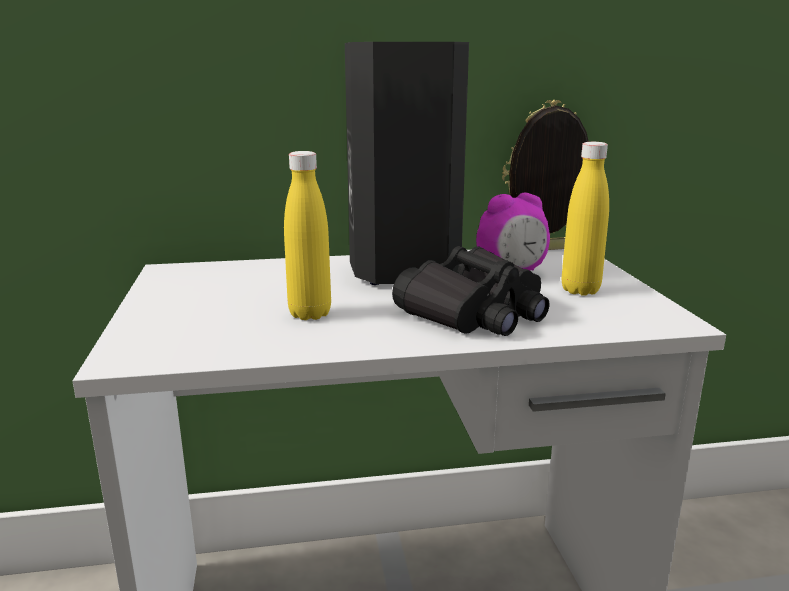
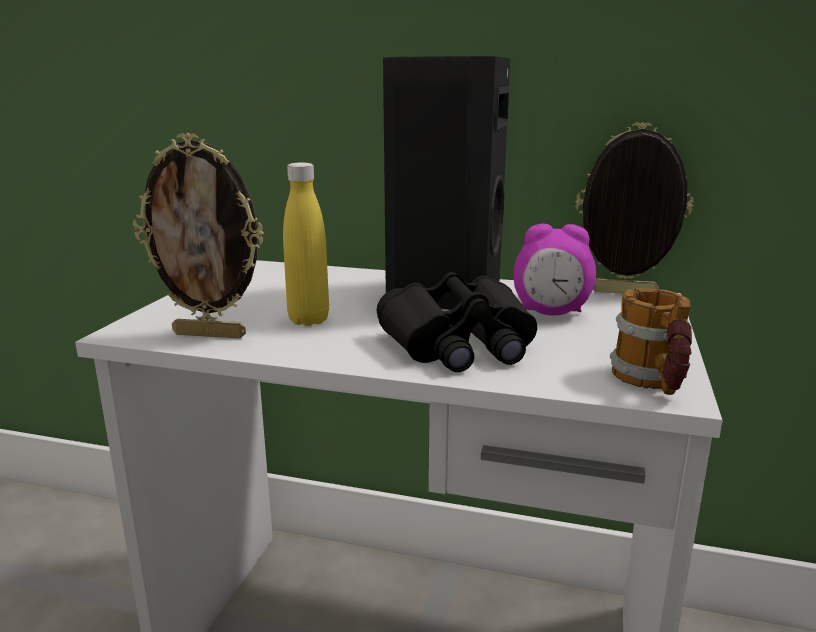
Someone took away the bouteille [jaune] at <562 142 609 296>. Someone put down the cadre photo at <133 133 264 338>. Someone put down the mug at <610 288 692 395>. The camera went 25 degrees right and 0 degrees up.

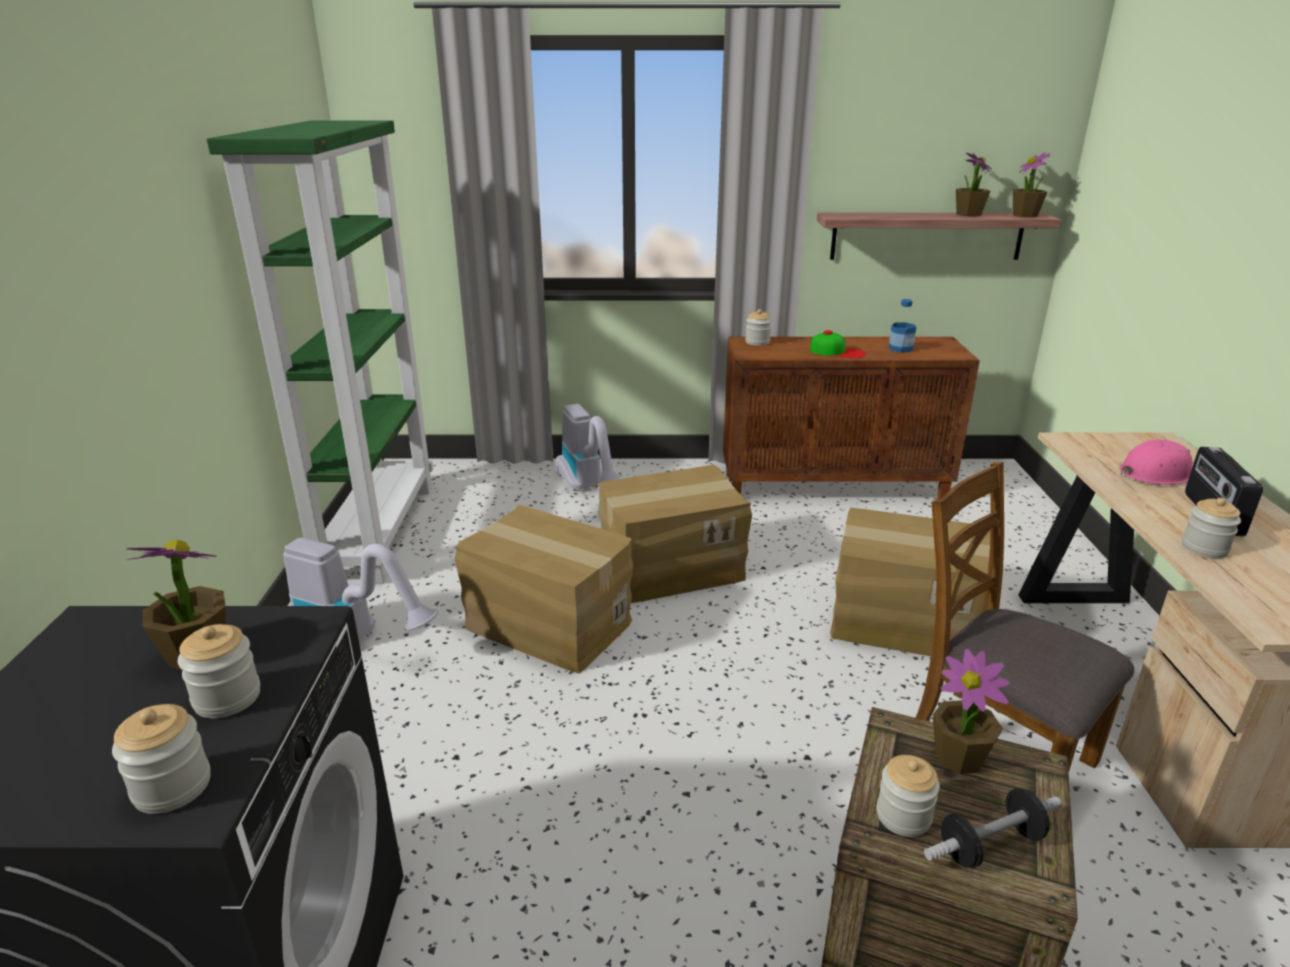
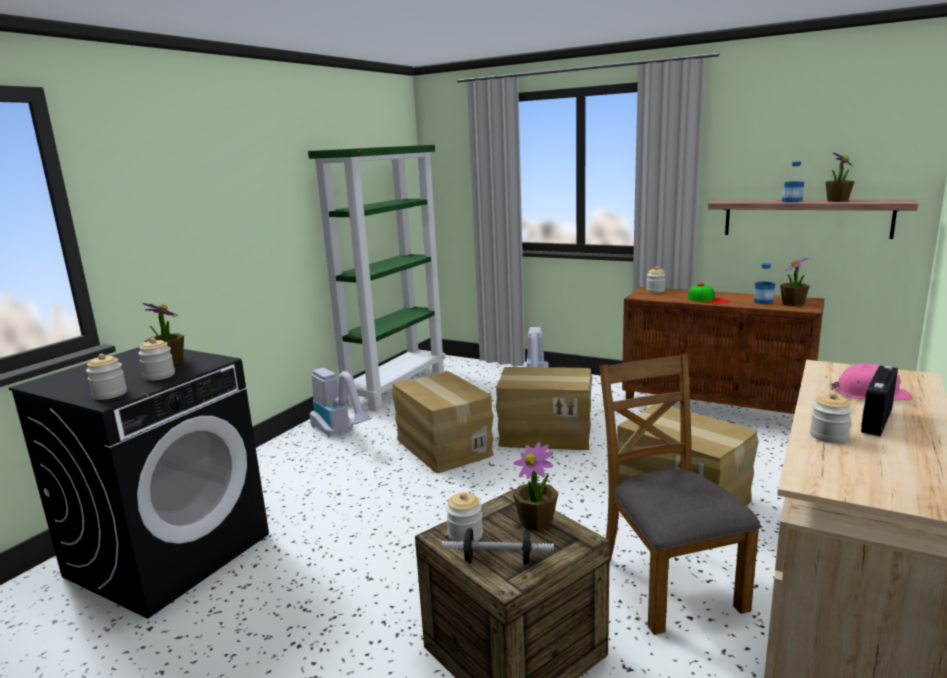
Someone put down the bouteille at <782 161 804 202>. Someone carried the plante en pot from <1013 152 1051 218> to <780 257 810 306>. The camera went 30 degrees right and 10 degrees down.

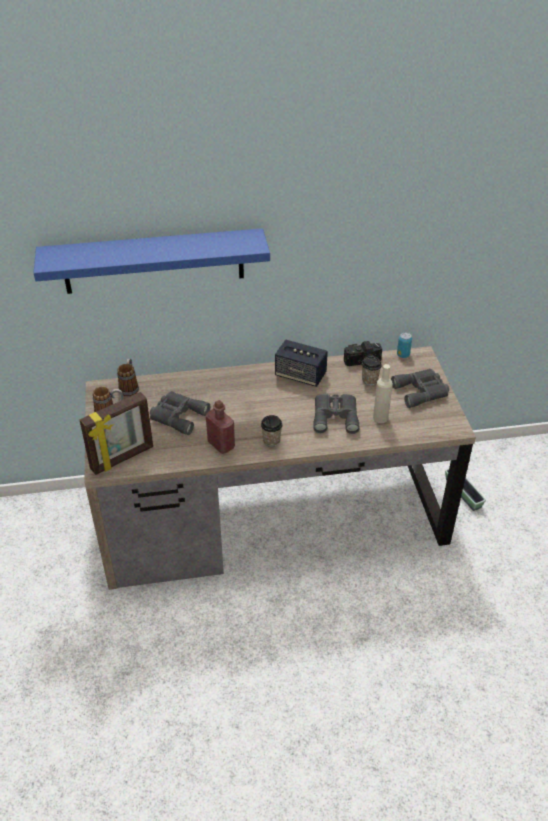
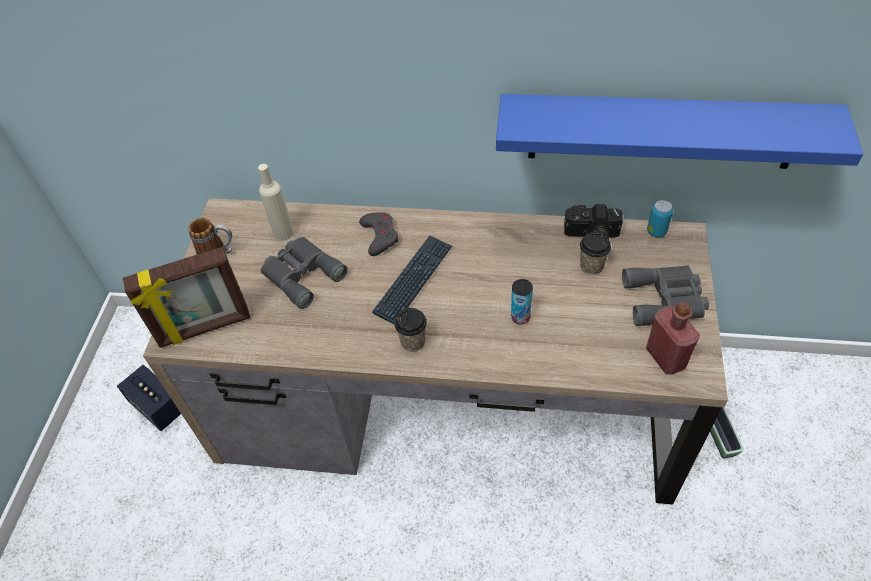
Someone took away the mug at <117 359 139 397>. Someone put down the manette [gris] at <359 212 398 256>. Someone put down the clavier at <372 235 452 324>. Someone carried the étagère [bleu] from <34 228 270 294> to <496 94 863 169>. Someone carried the bouteille [rouge] from <206 400 235 454> to <646 302 700 375>. Someone carried the enceinte from <275 340 328 387> to <117 365 181 431>. Someone carried the bouteille [beige] from <373 364 393 423> to <258 164 294 240>. Someone swapped the jumelles [gris] at <313 394 360 434> for the boîte métallique at <511 279 533 324>. The camera went 20 degrees right and 10 degrees up.

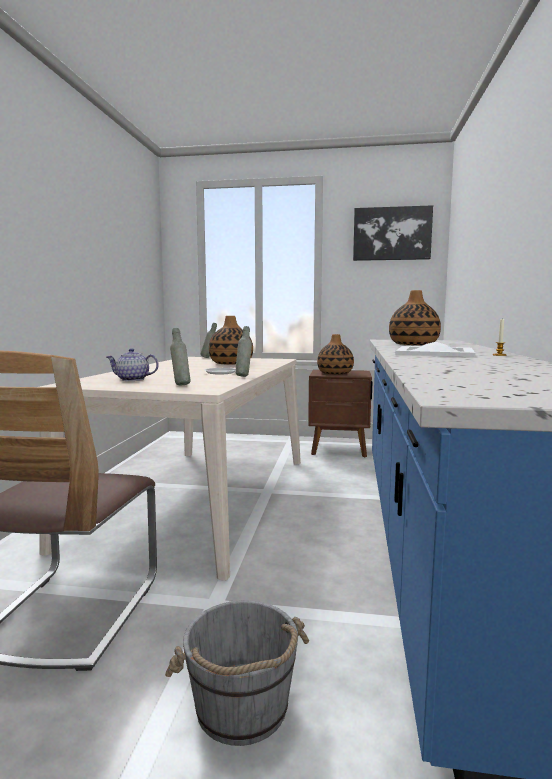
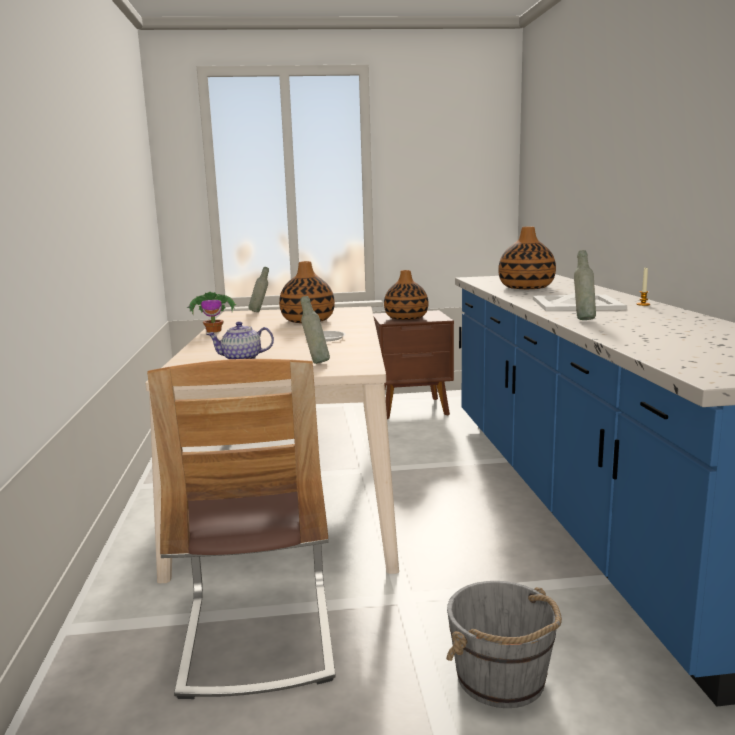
Someone took away the tableau at <353 205 433 261>. Someone put down the plante en pot at <187 292 236 333>. Someone carried the bouteille [gris] from <235 326 252 377> to <574 250 596 320>. The camera went 15 degrees left and 5 degrees up.

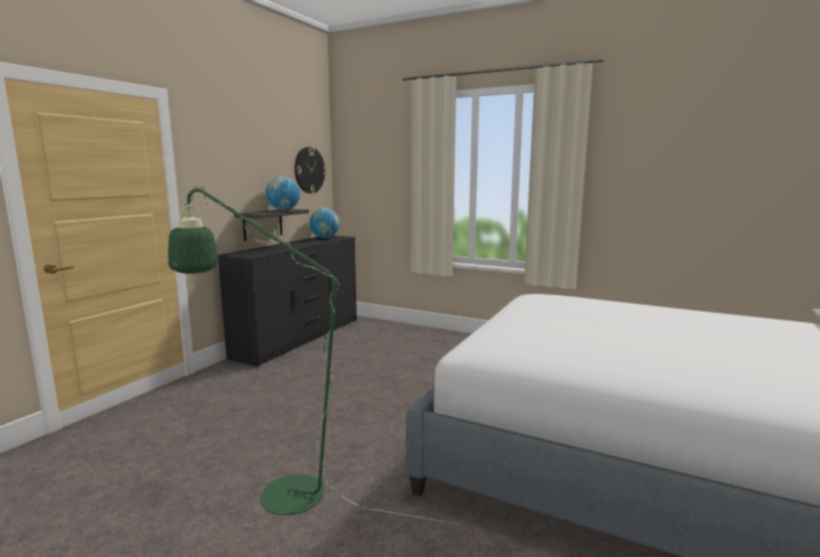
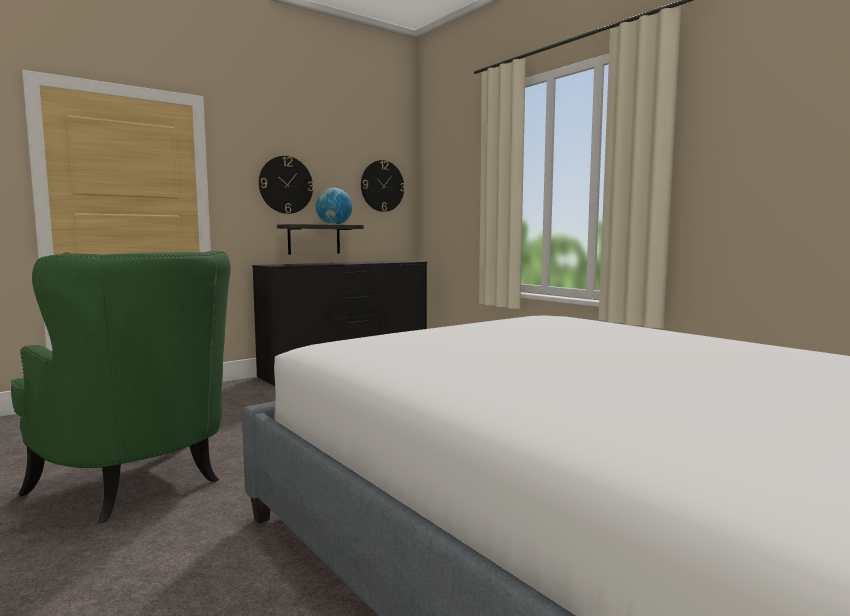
Someone took away the globe at <309 208 340 238>. Someone put up the horloge murale at <259 156 313 214>. Someone swapped the lampadaire [vert] at <168 186 464 526> for the fauteuil [vert] at <11 251 231 523>. The camera went 25 degrees right and 5 degrees down.

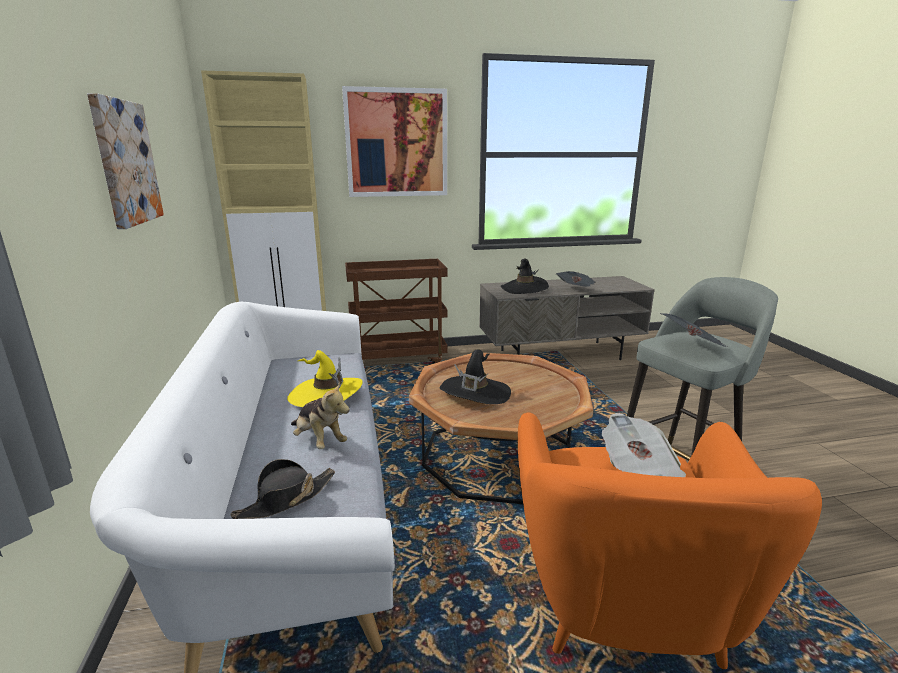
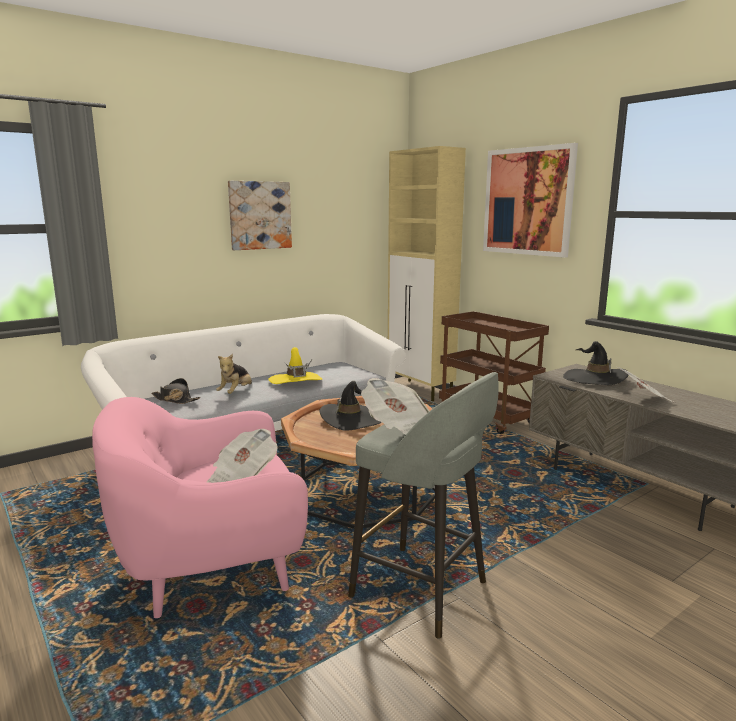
Someone repainted the fauteuil [orange] at <518 412 822 669>, which became the fauteuil [rose] at <92 397 308 618>. The camera went 65 degrees right and 5 degrees down.

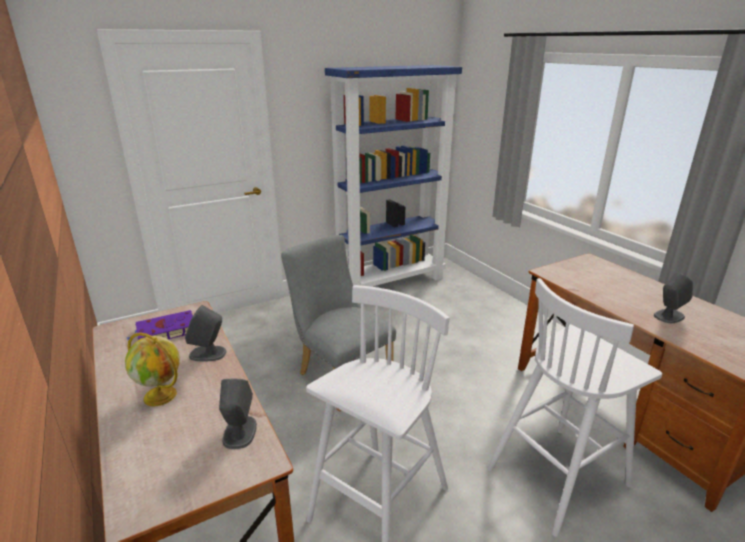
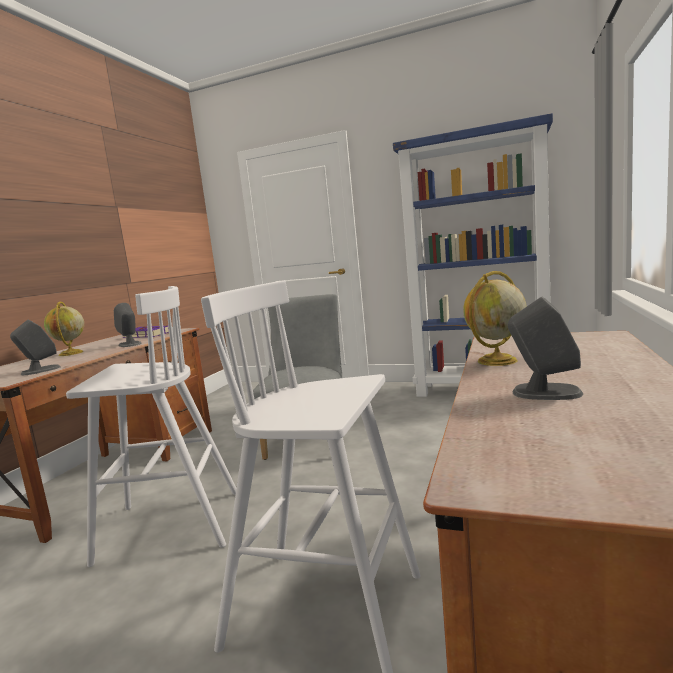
Someone put down the globe at <463 271 527 366>. The camera went 50 degrees right and 15 degrees down.

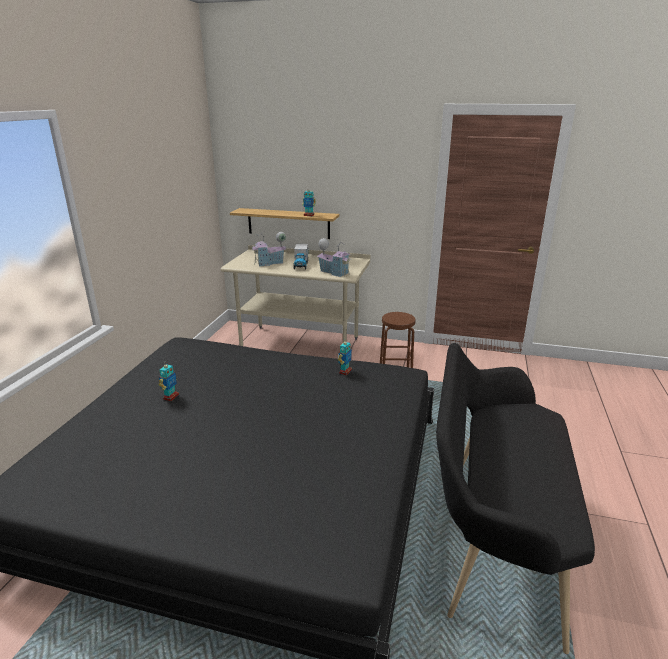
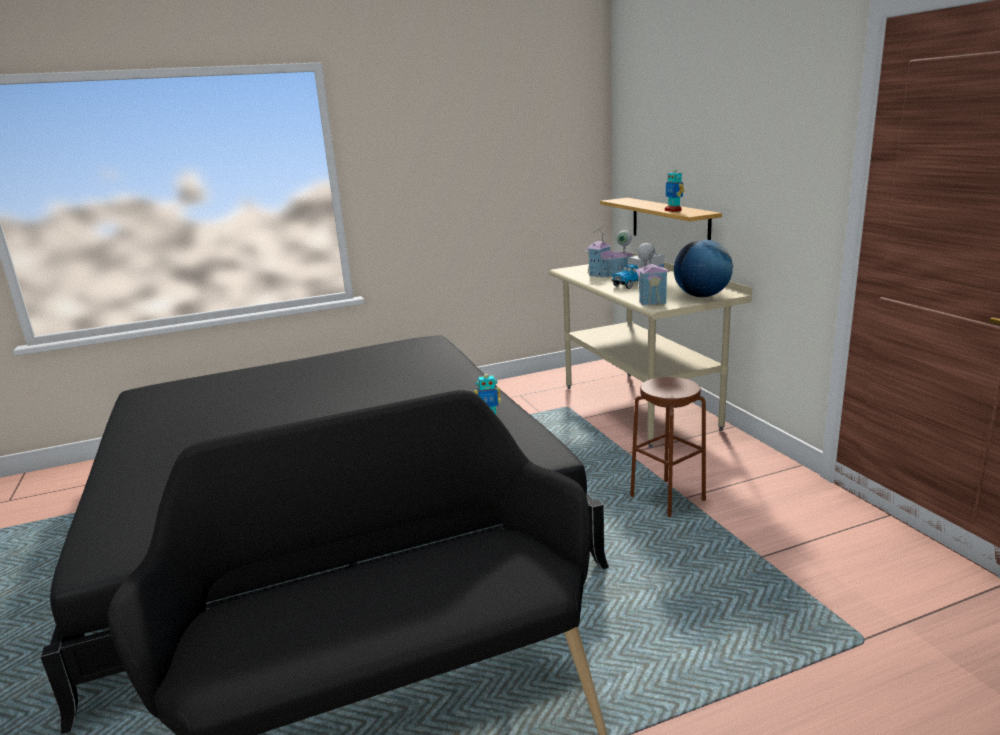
Someone took away the robot jouet at <159 365 179 401>. Someone put down the globe at <674 239 733 297>. The camera went 55 degrees right and 5 degrees down.

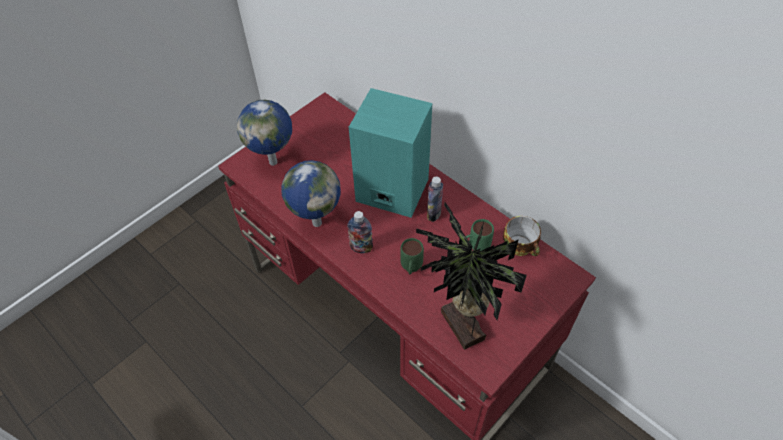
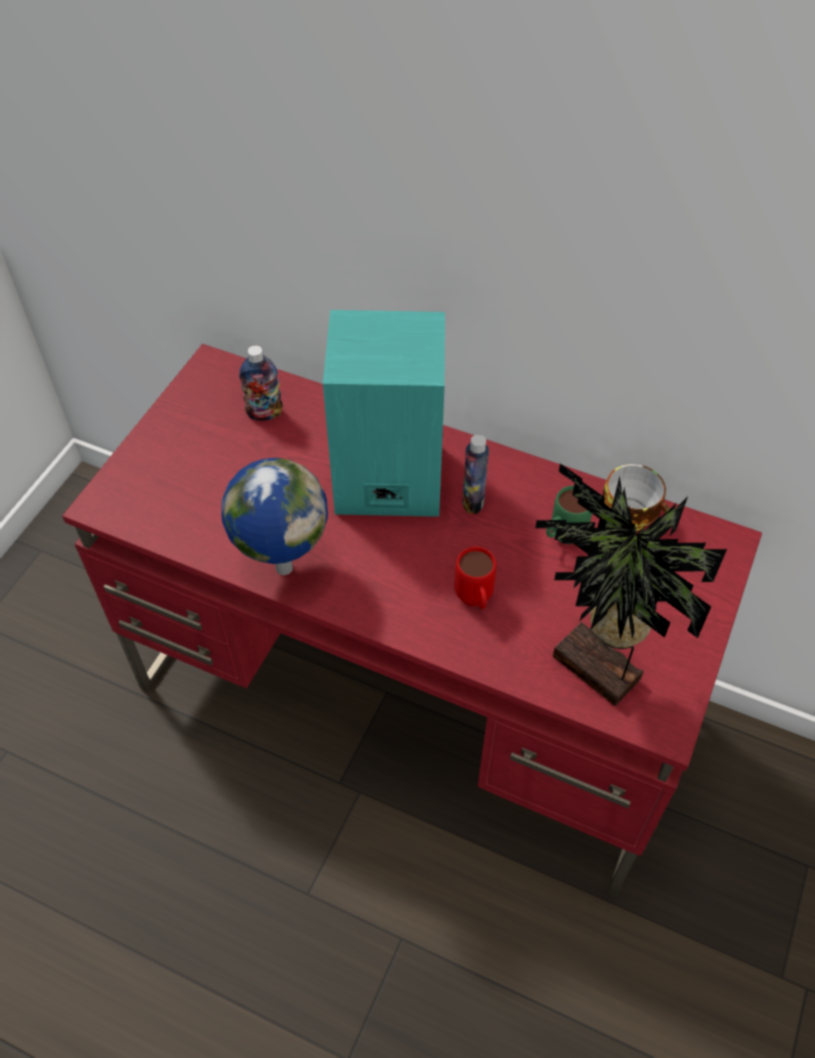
Someone took away the globe at <237 100 292 166>. Someone carried the bouteille from <347 211 373 253> to <239 346 283 421>. Someone repainted the mug [vert] at <400 238 424 274>, which became the mug [rouge] at <454 547 496 609>. The camera went 20 degrees left and 0 degrees up.

